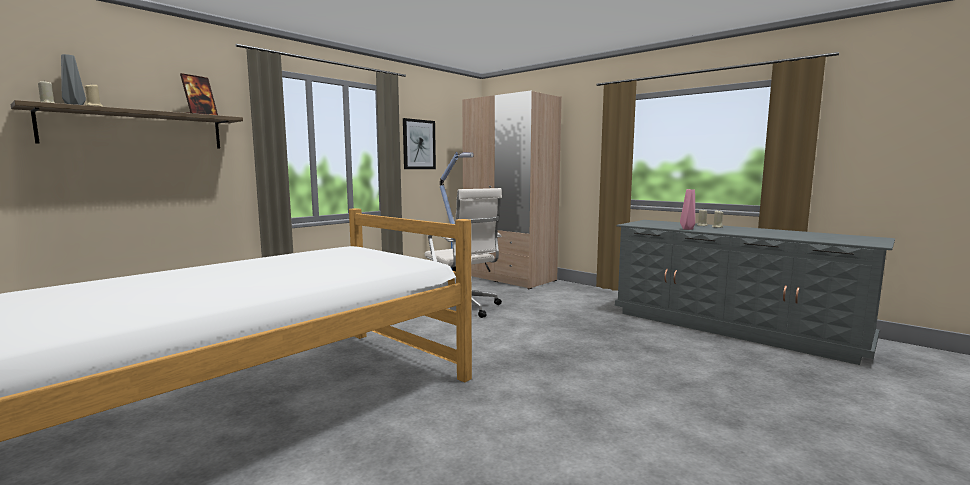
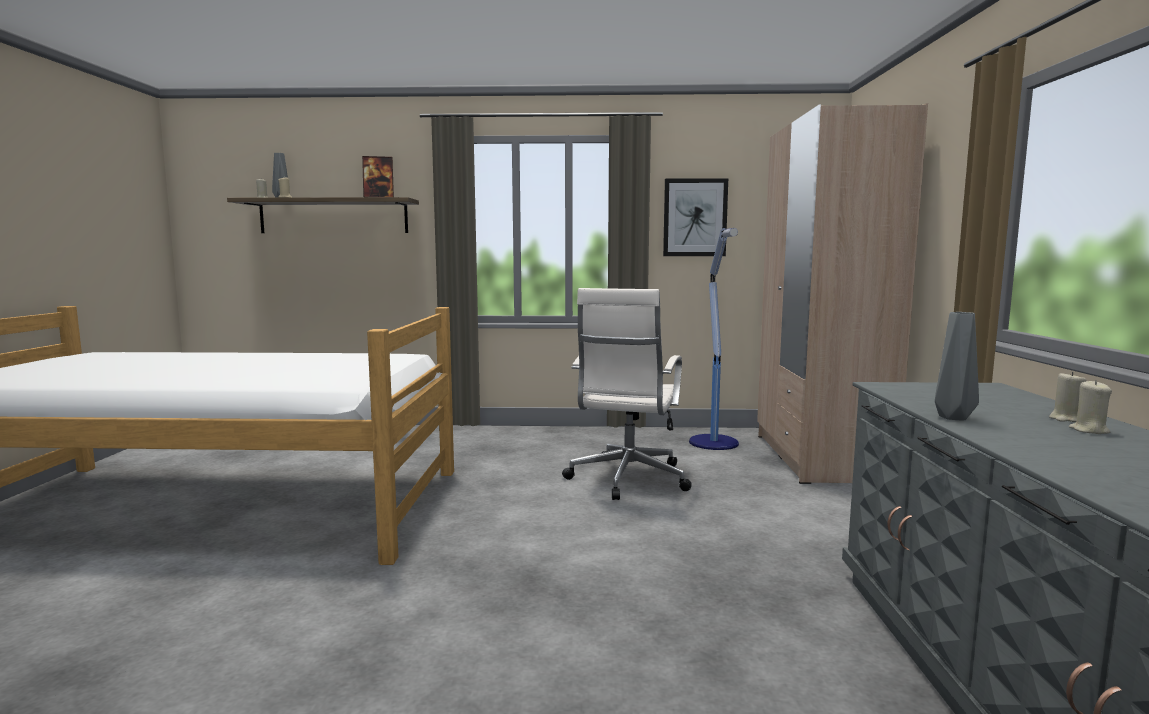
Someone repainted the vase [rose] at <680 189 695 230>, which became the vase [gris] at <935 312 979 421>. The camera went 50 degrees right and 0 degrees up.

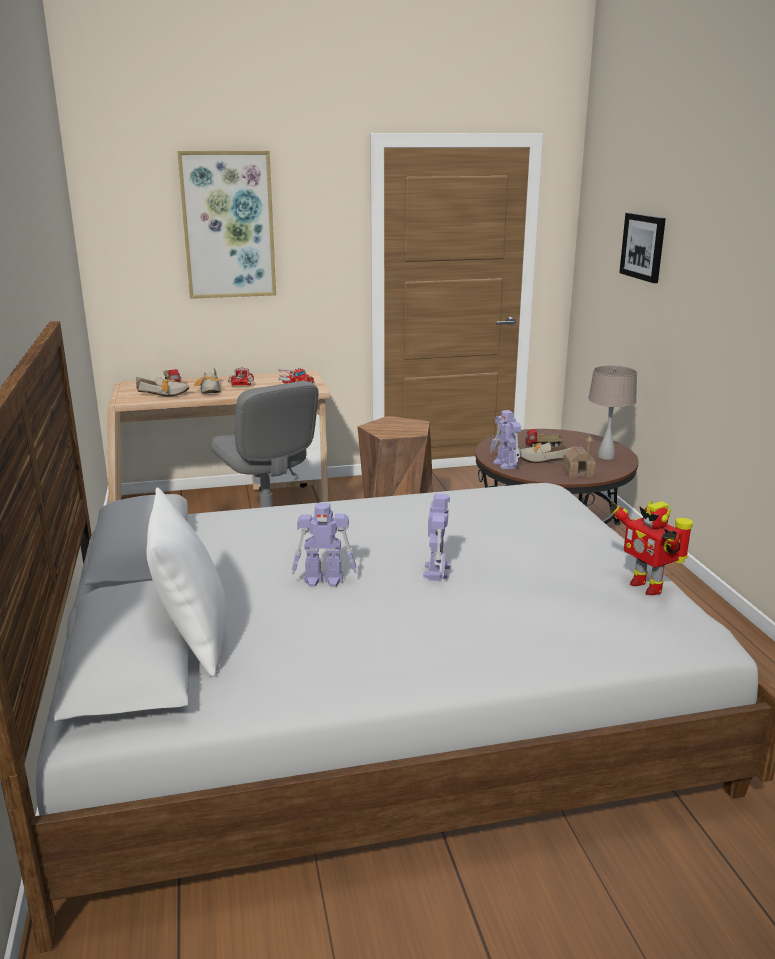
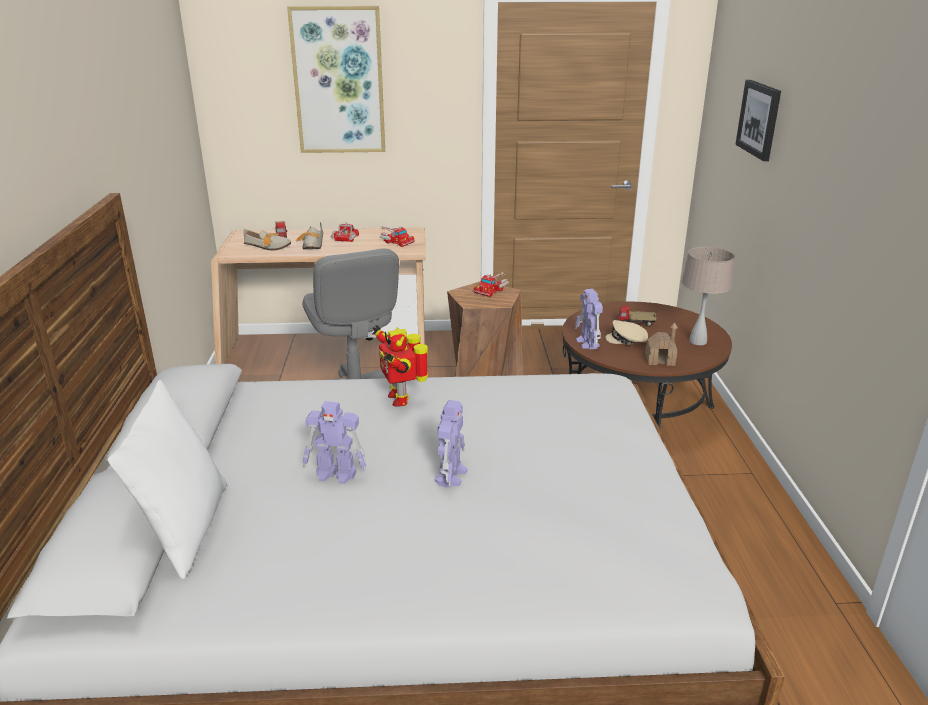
Someone put down the camion jouet at <474 271 509 297>. Someone carried the robot jouet from <611 501 693 595> to <372 325 428 407>. Someone swapped the chaussure at <517 442 575 463> for the casquette [beige] at <605 320 648 345>. The camera went 10 degrees right and 5 degrees up.

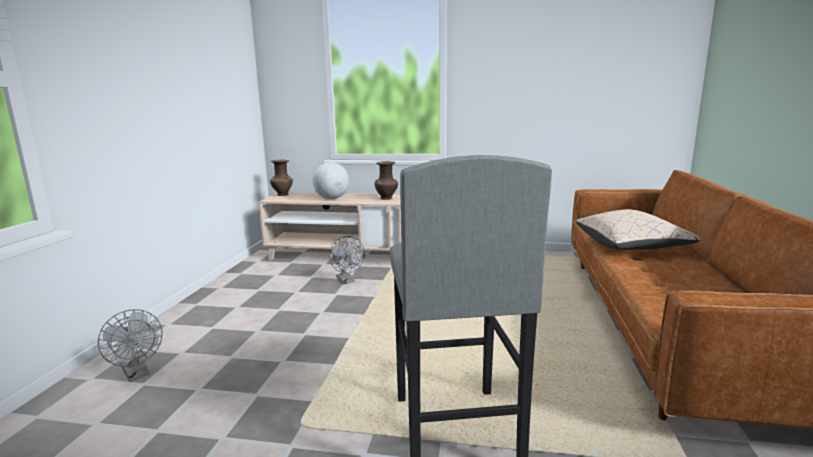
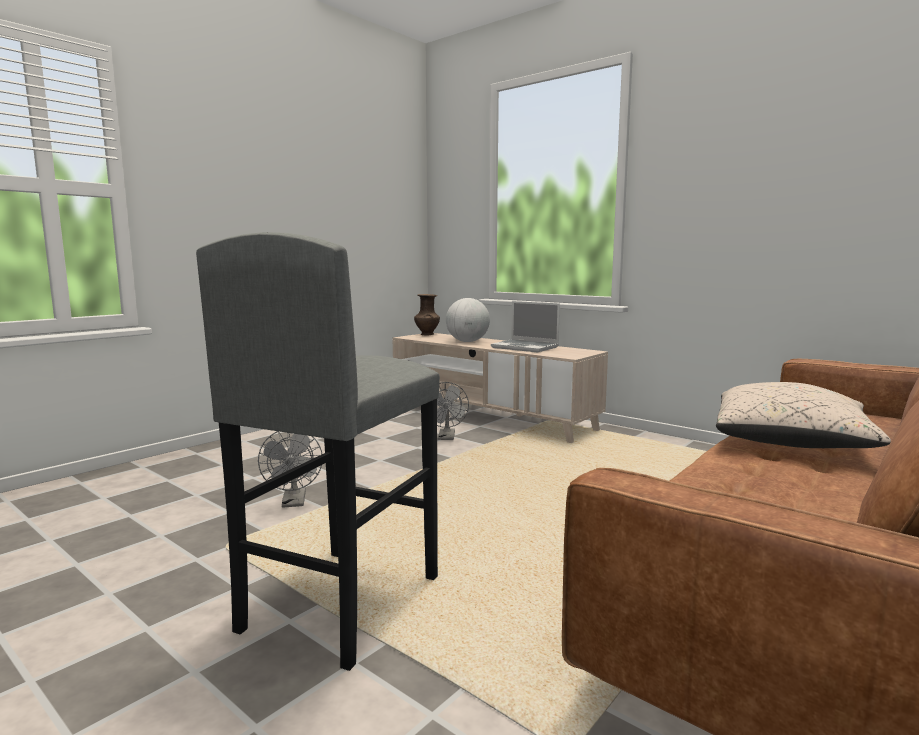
Someone carried the ventilateur [gris] from <98 309 163 382> to <258 431 322 508>. Someone swapped the vase [marron] at <374 161 398 200> for the ordinateur portable at <491 301 560 352>. The camera went 30 degrees right and 5 degrees down.

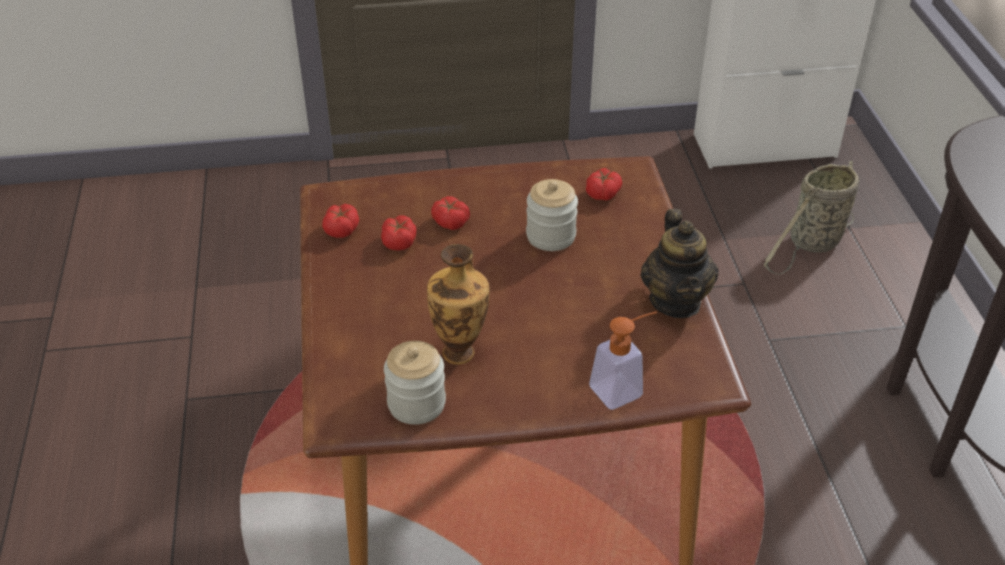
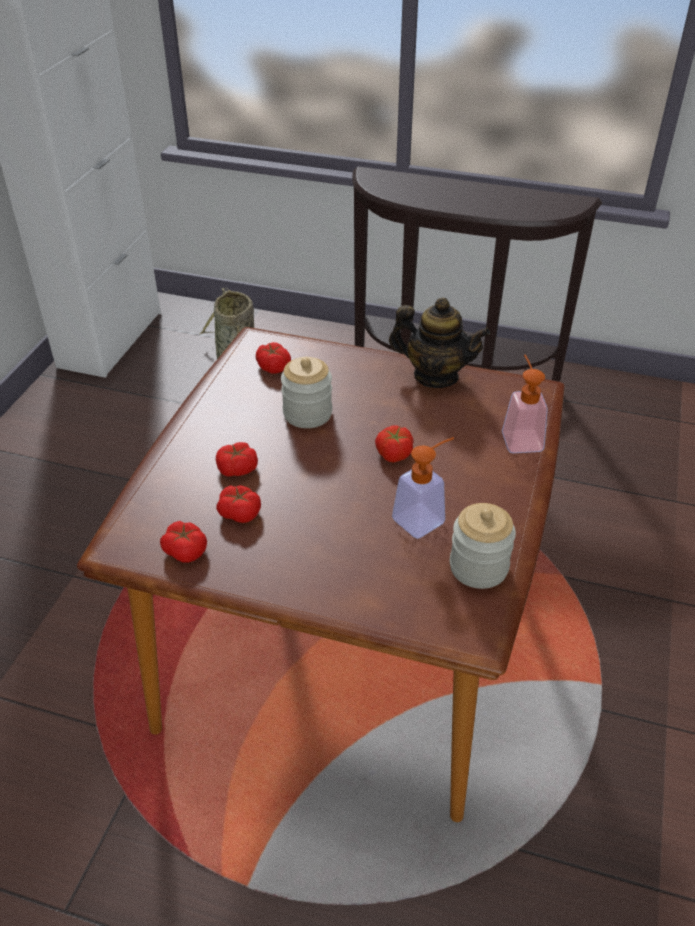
Someone put down the tomate at <375 425 414 462>. Someone swapped the vase at <427 244 489 365> for the distributeur de savon at <392 437 454 539>. The camera went 65 degrees left and 0 degrees up.

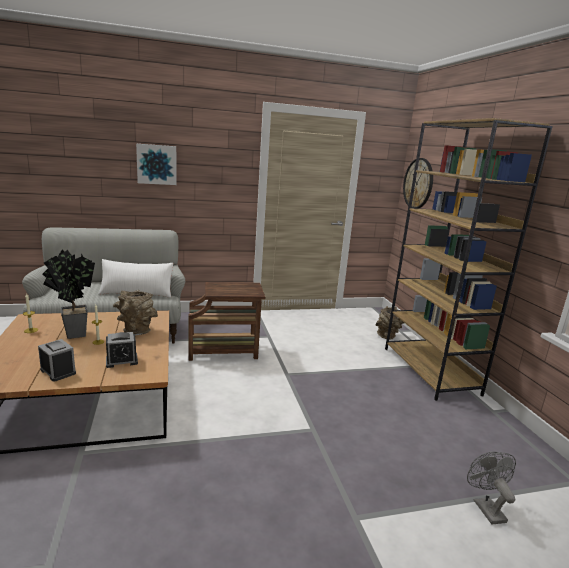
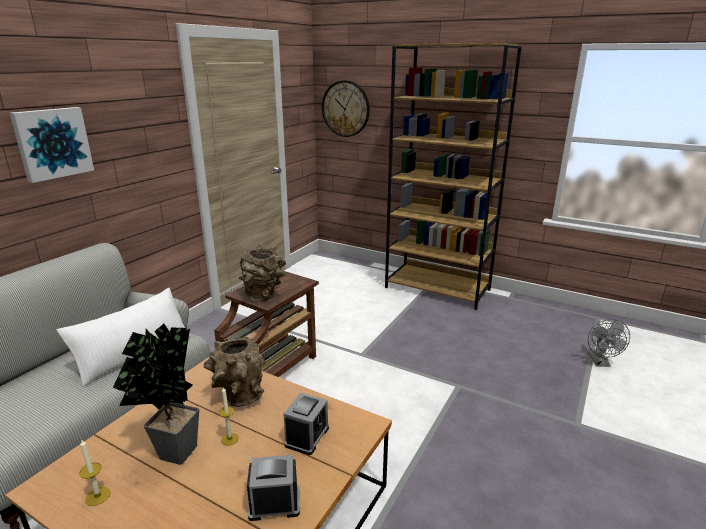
Someone carried the vase [marron] from <376 306 404 340> to <239 244 286 302>. Someone rotated the ventilateur [gris] at <467 451 516 524> by 120 degrees counterclockwise. The camera went 45 degrees left and 5 degrees up.

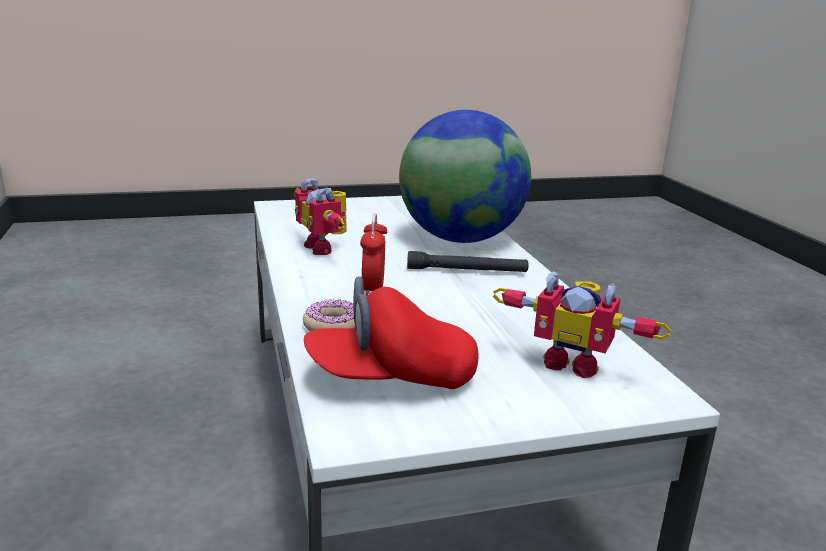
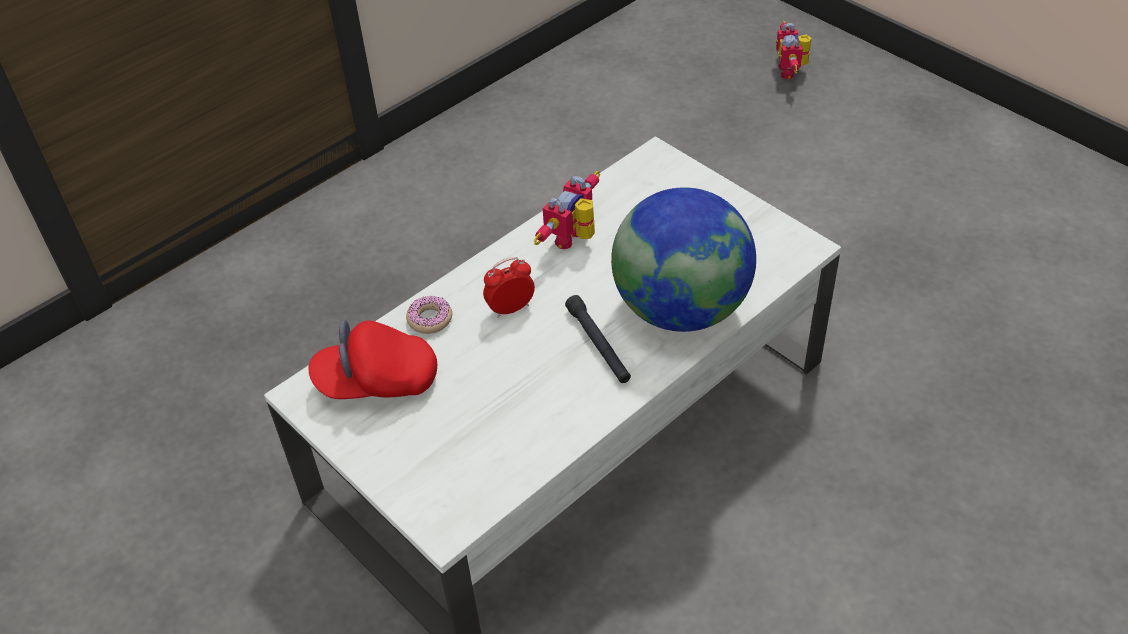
Someone carried the robot jouet from <493 271 672 378> to <776 21 811 79>. Someone rotated the casquette [rouge] at <304 276 478 389> by 60 degrees counterclockwise. The camera went 65 degrees right and 25 degrees up.

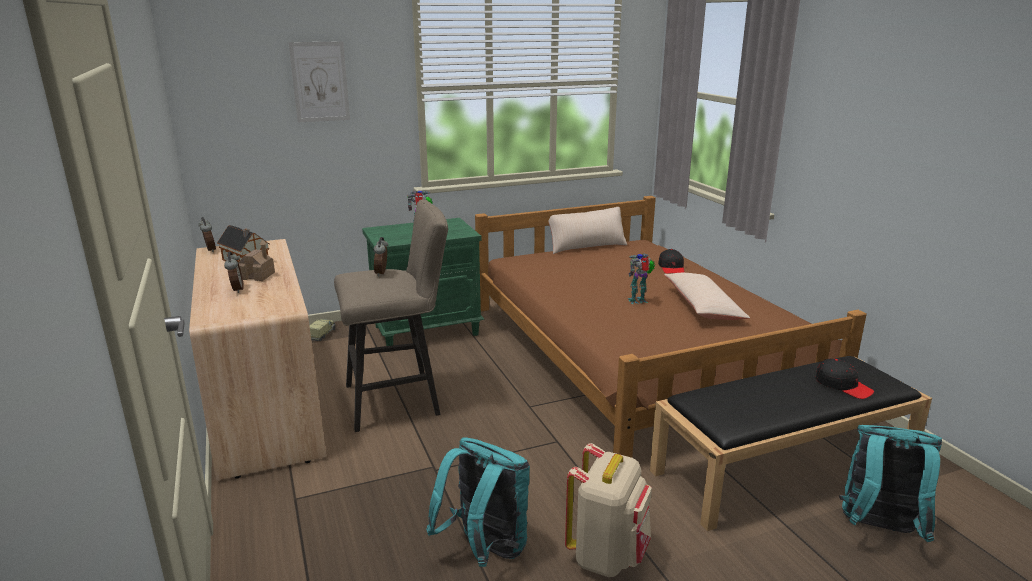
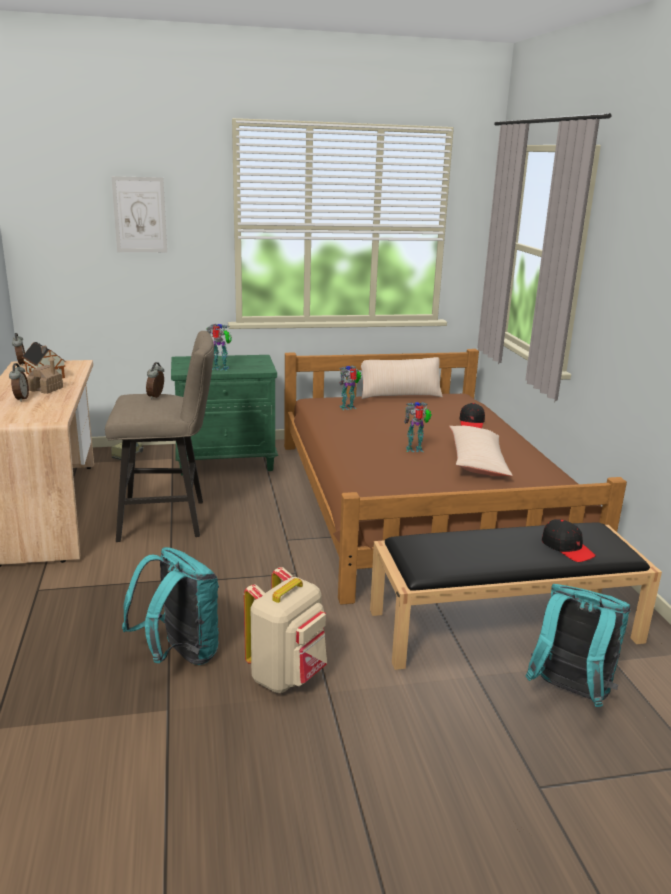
Someone put down the robot jouet at <339 366 361 410>. The camera went 10 degrees right and 0 degrees up.

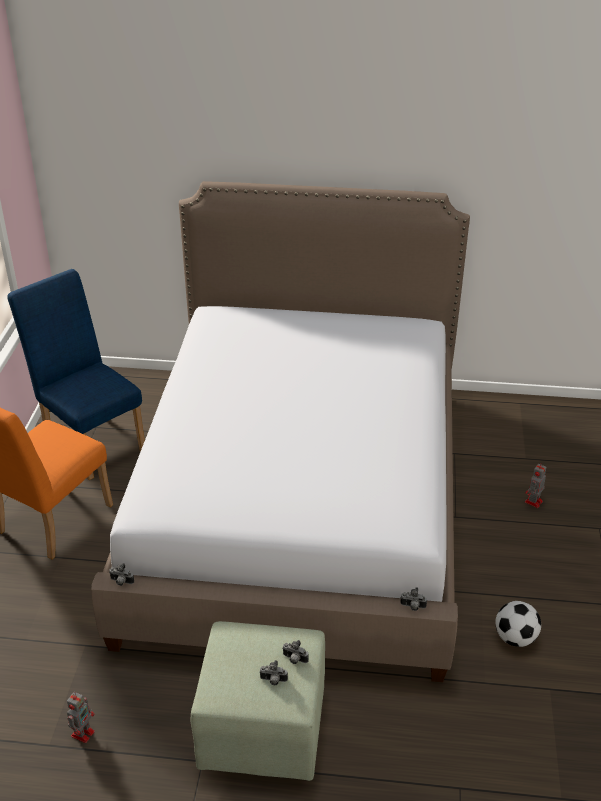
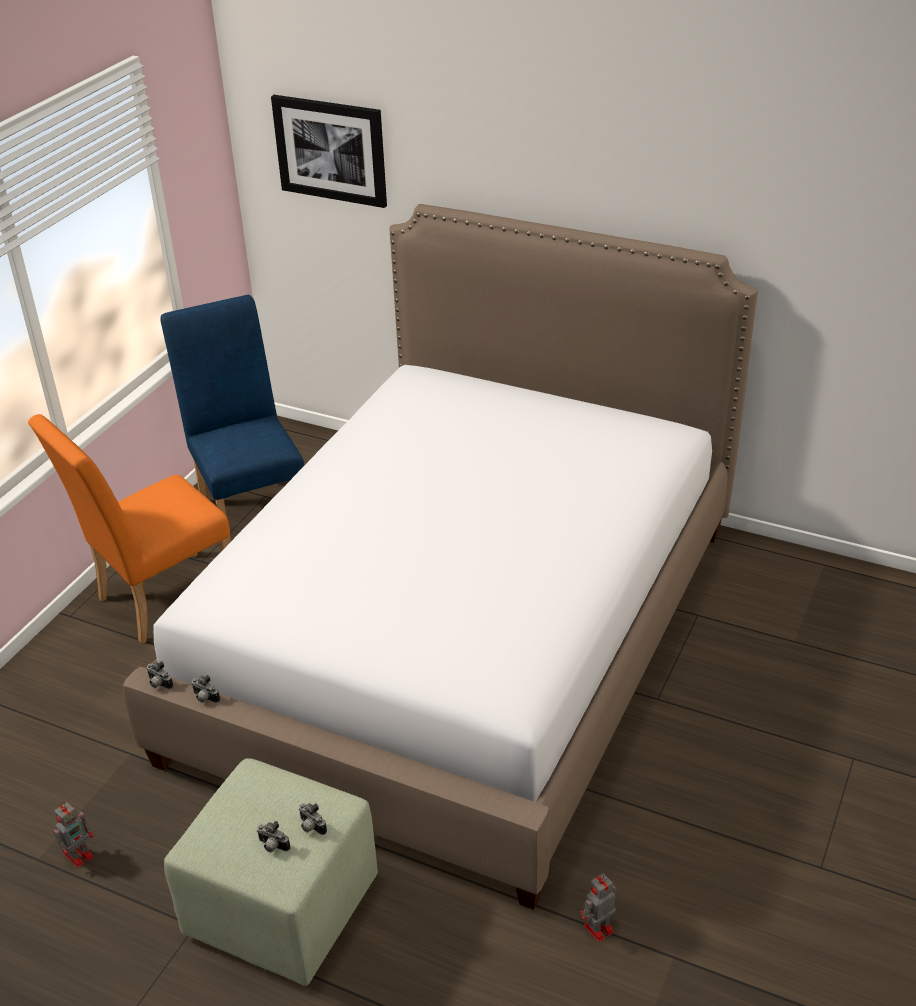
Someone took away the ballon de foot at <495 601 541 647>. Someone put up the tableau at <271 95 387 208>. Someone carried the appareil photo from <400 587 427 611> to <191 675 220 703>. Someone carried the robot jouet from <525 462 546 508> to <580 873 616 942>. The camera went 20 degrees right and 0 degrees up.

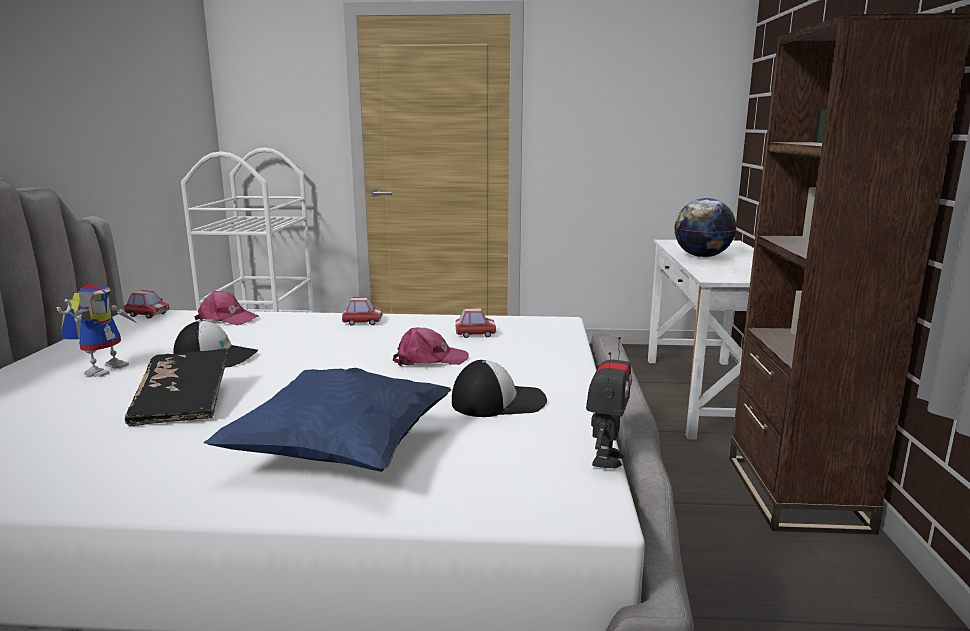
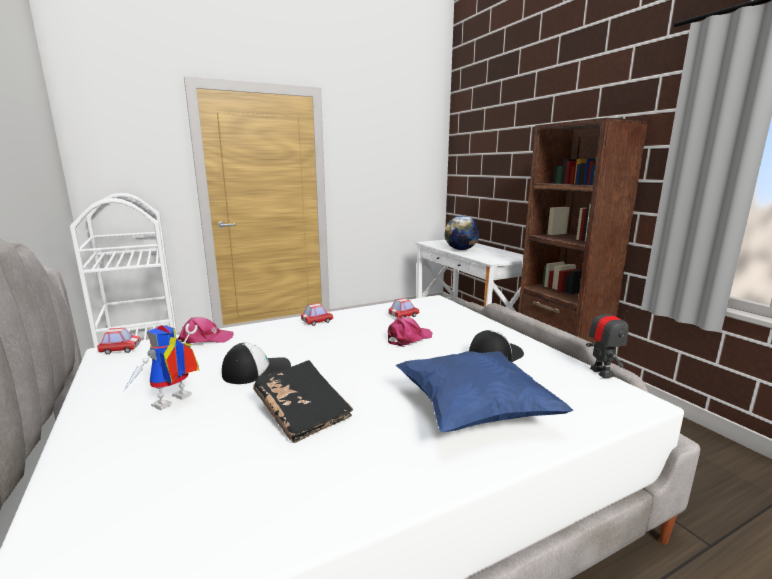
Someone rotated the robot jouet at <57 283 137 377> by 135 degrees counterclockwise. The camera went 30 degrees left and 0 degrees up.

